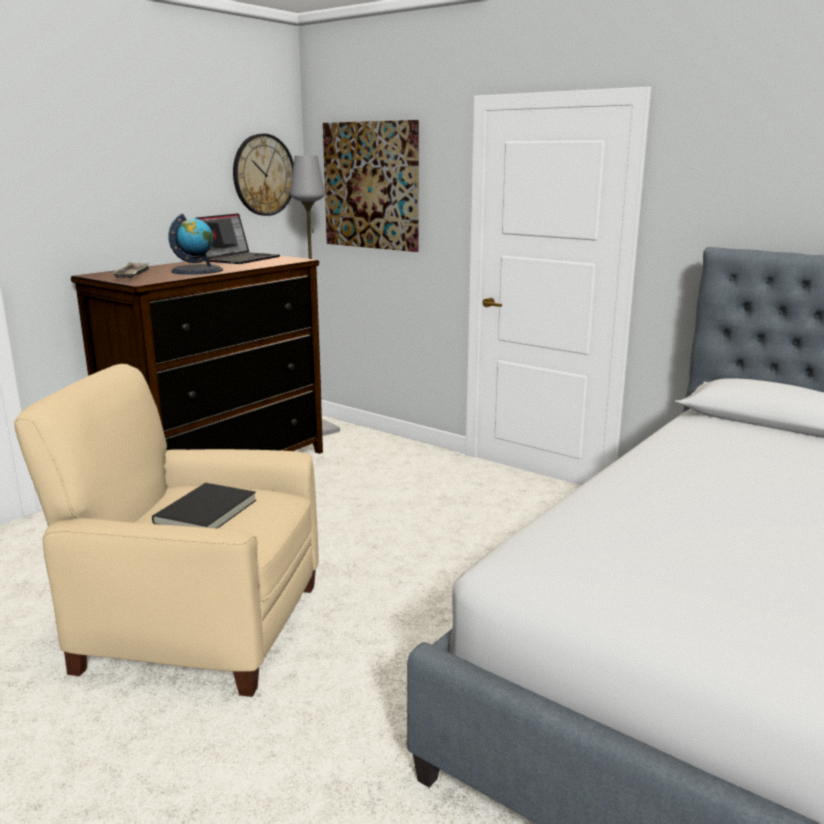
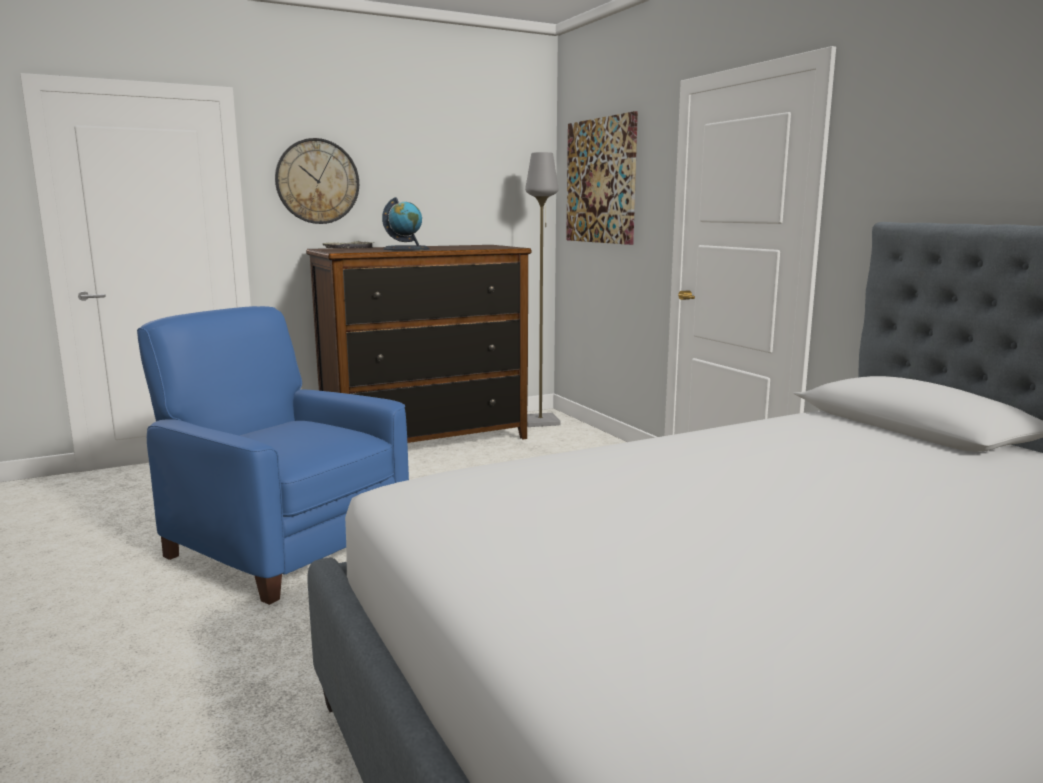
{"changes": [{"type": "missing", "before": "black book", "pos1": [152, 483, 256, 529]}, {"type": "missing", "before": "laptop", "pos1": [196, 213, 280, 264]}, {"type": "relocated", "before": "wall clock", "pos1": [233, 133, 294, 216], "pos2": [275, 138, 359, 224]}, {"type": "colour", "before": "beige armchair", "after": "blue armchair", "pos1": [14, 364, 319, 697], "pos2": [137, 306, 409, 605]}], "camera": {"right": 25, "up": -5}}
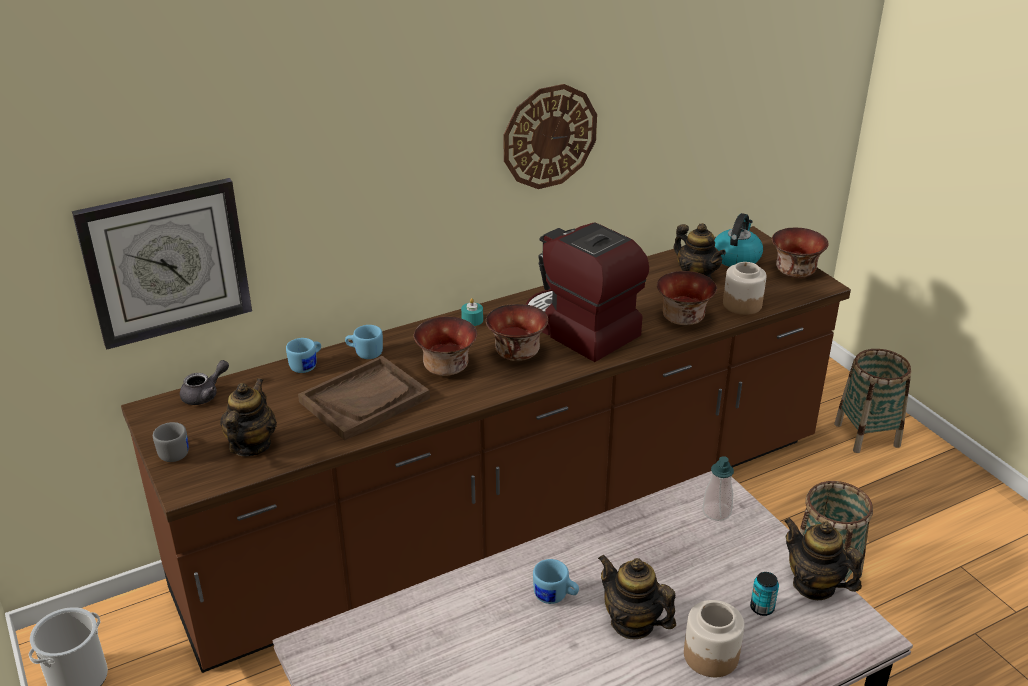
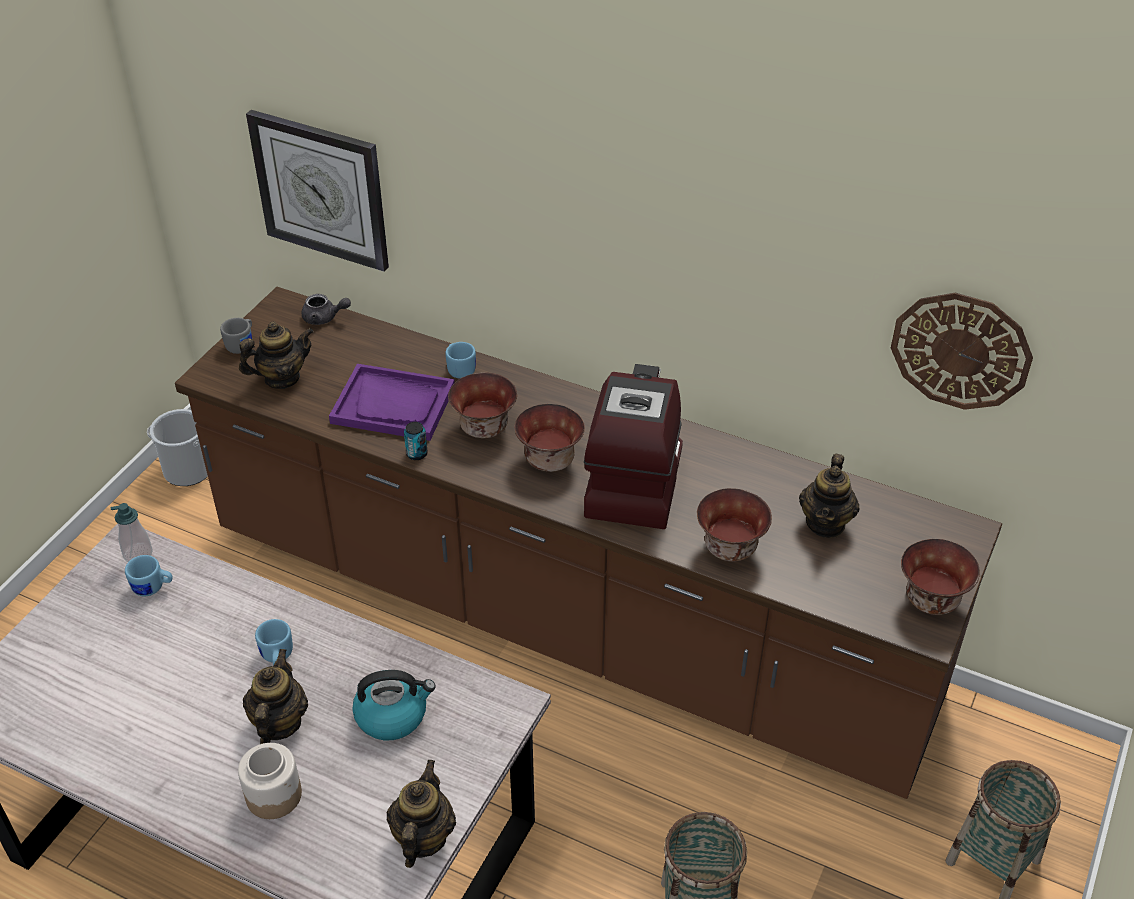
{"changes": [{"type": "missing", "before": "turquoise candle", "pos1": [461, 298, 483, 326]}, {"type": "missing", "before": "jar", "pos1": [723, 262, 766, 315]}, {"type": "relocated", "before": "blue mug", "pos1": [286, 338, 321, 373], "pos2": [125, 555, 173, 596]}, {"type": "relocated", "before": "wall clock", "pos1": [504, 84, 597, 189], "pos2": [891, 293, 1033, 410]}, {"type": "relocated", "before": "soap dispenser", "pos1": [702, 456, 734, 521], "pos2": [111, 503, 153, 562]}, {"type": "relocated", "before": "kettle", "pos1": [714, 213, 763, 267], "pos2": [352, 670, 436, 740]}, {"type": "relocated", "before": "can", "pos1": [750, 572, 779, 616], "pos2": [404, 422, 427, 460]}, {"type": "colour", "before": "brown tray", "after": "purple tray", "pos1": [298, 356, 430, 440], "pos2": [329, 364, 455, 441]}], "camera": {"right": 55, "up": 10}}
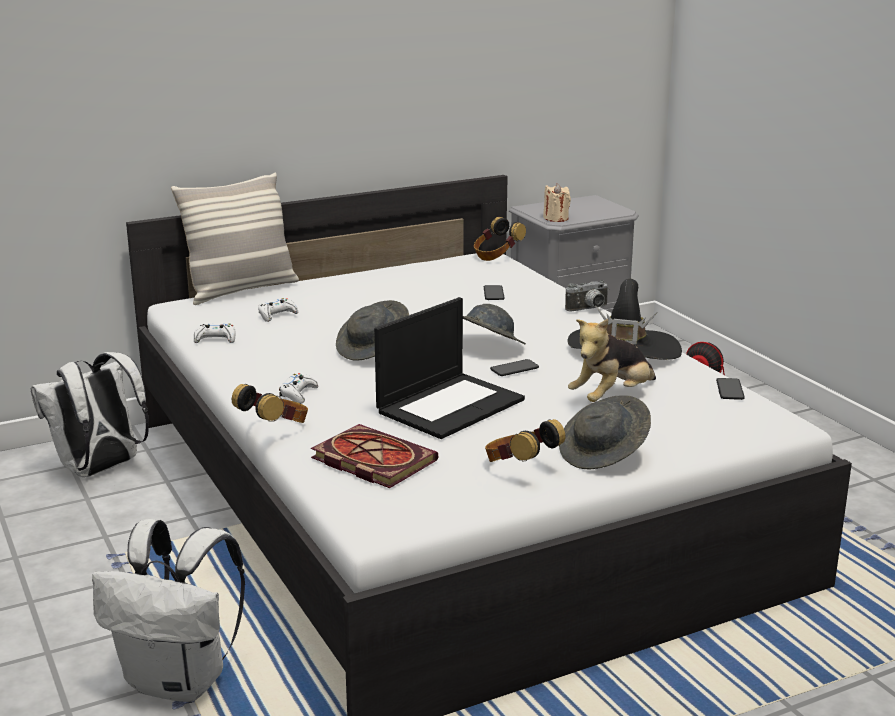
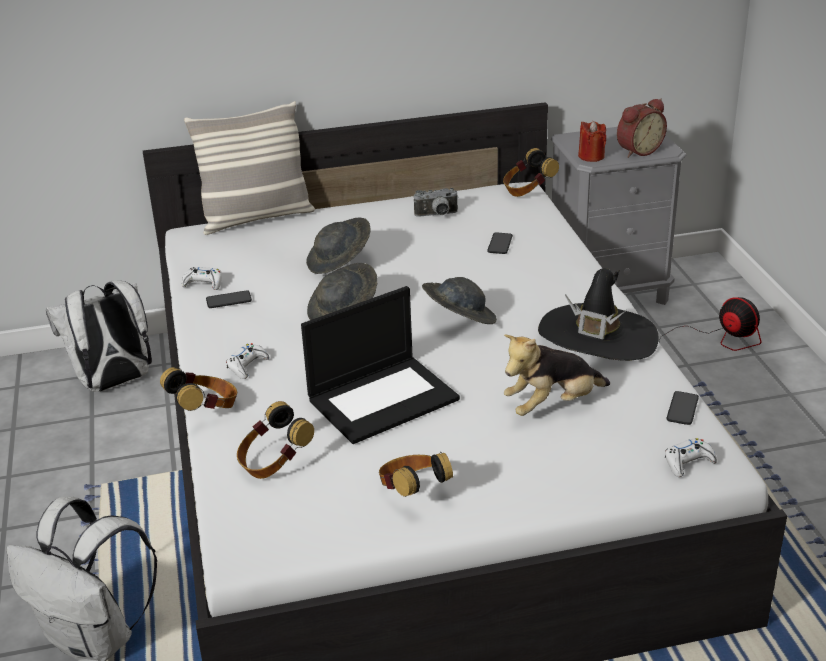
{"changes": [{"type": "appeared", "after": "alarm clock", "pos2": [617, 98, 667, 158]}, {"type": "relocated", "before": "white game controller", "pos1": [258, 298, 298, 322], "pos2": [665, 438, 717, 477]}, {"type": "relocated", "before": "phone", "pos1": [490, 359, 539, 376], "pos2": [206, 290, 252, 308]}, {"type": "relocated", "before": "grey hat", "pos1": [559, 395, 651, 469], "pos2": [306, 218, 370, 274]}, {"type": "relocated", "before": "photo camera", "pos1": [565, 280, 609, 311], "pos2": [414, 188, 459, 217]}, {"type": "exchanged", "before": "book", "after": "headphones", "pos1": [311, 424, 438, 488], "pos2": [237, 401, 314, 479]}, {"type": "colour", "before": "beige candle", "after": "red candle", "pos1": [543, 183, 571, 222], "pos2": [578, 121, 606, 162]}], "camera": {"right": 15, "up": 10}}
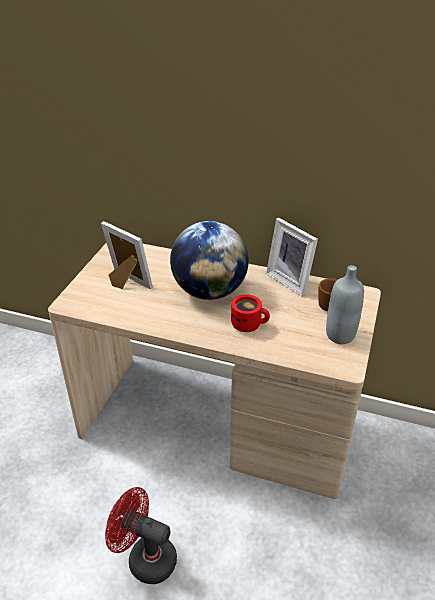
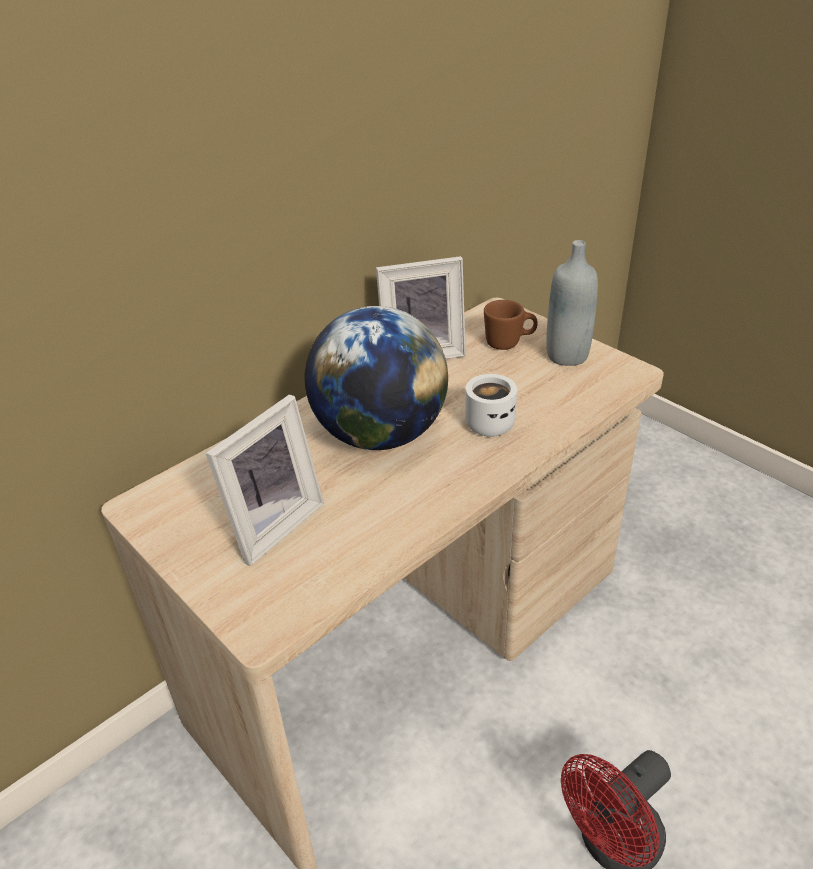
{"changes": [{"type": "colour", "before": "red mug", "after": "white mug", "pos1": [231, 294, 270, 332], "pos2": [465, 374, 517, 437]}, {"type": "spun", "before": "picture frame", "pos1": [101, 221, 153, 290], "pos2": [206, 394, 324, 566], "turn": 150}], "camera": {"right": -60, "up": 0}}
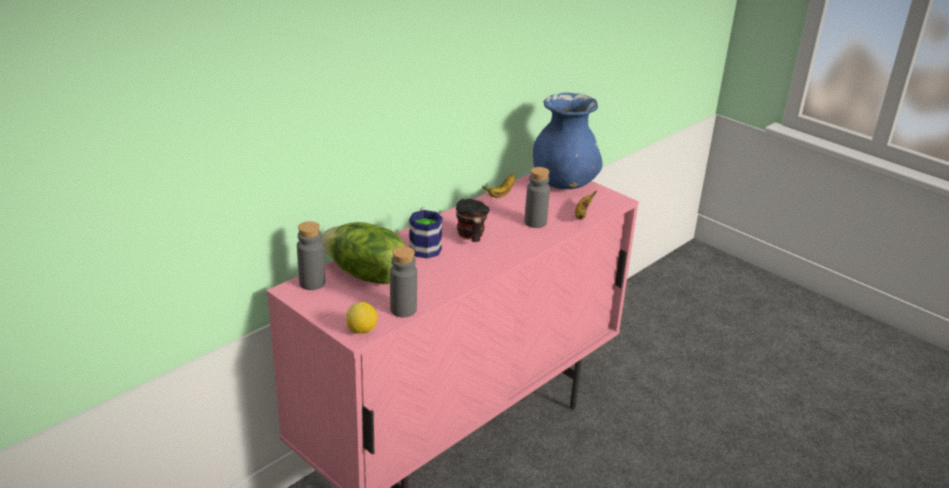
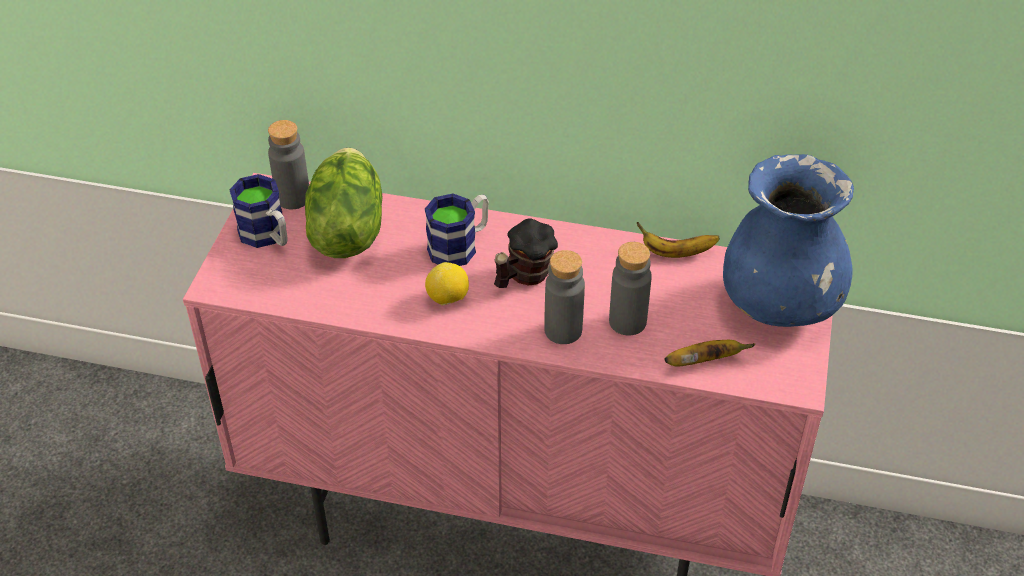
{"changes": [{"type": "appeared", "after": "mug", "pos2": [229, 174, 288, 248]}, {"type": "relocated", "before": "lemon", "pos1": [346, 302, 378, 333], "pos2": [425, 262, 469, 305]}, {"type": "relocated", "before": "grey bottle", "pos1": [390, 246, 417, 317], "pos2": [544, 250, 585, 344]}], "camera": {"right": 60, "up": 15}}
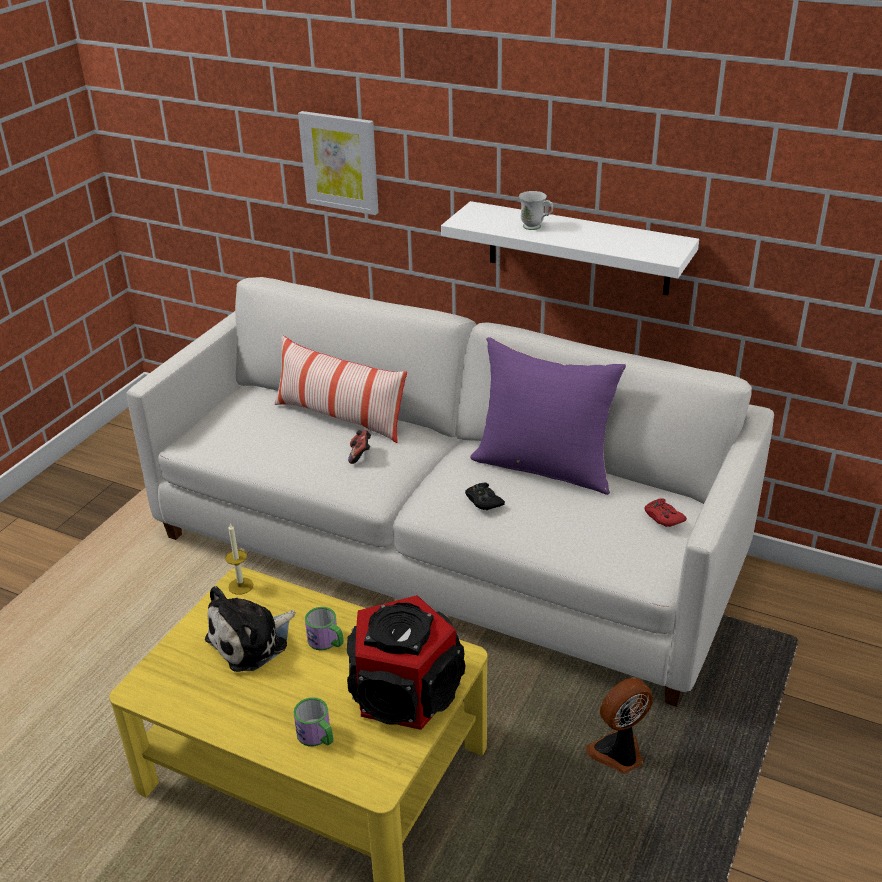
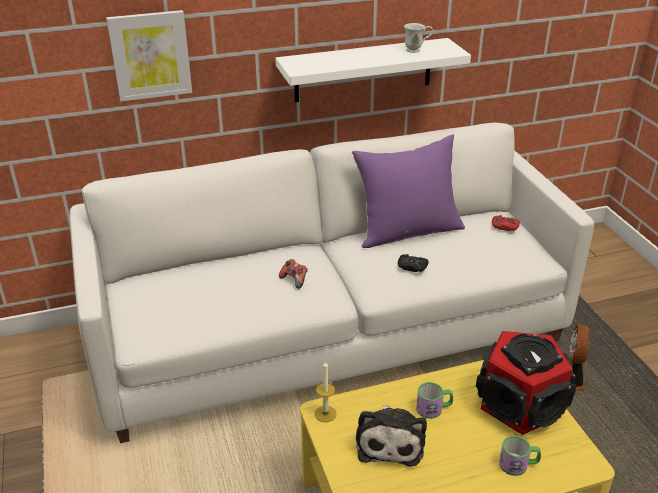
{"changes": [{"type": "missing", "before": "pillow", "pos1": [274, 335, 407, 443]}, {"type": "relocated", "before": "white mug", "pos1": [519, 191, 553, 230], "pos2": [404, 23, 433, 53]}], "camera": {"right": -45, "up": 0}}
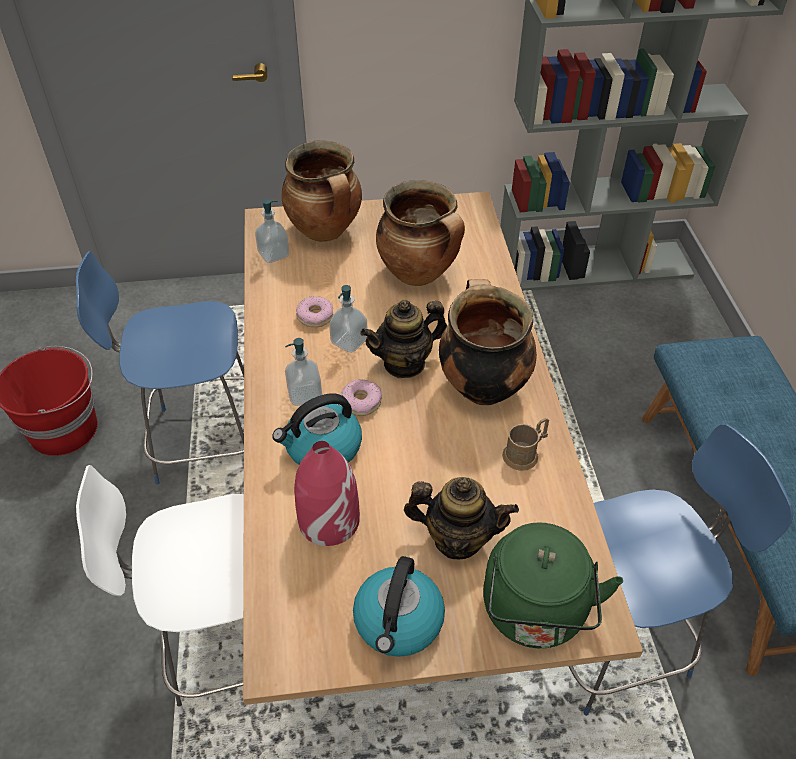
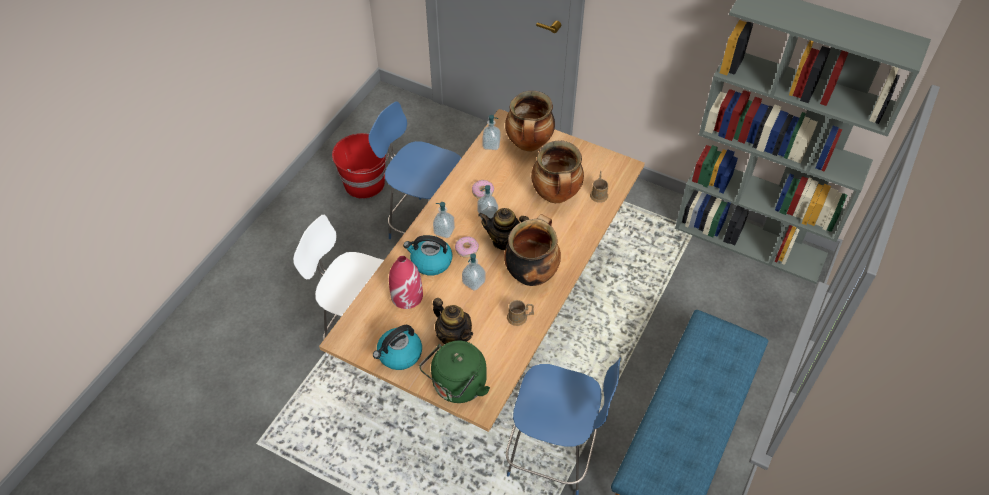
{"changes": [{"type": "appeared", "after": "soap dispenser", "pos2": [462, 253, 486, 291]}, {"type": "appeared", "after": "brown mug", "pos2": [590, 171, 608, 203]}], "camera": {"right": 35, "up": 5}}
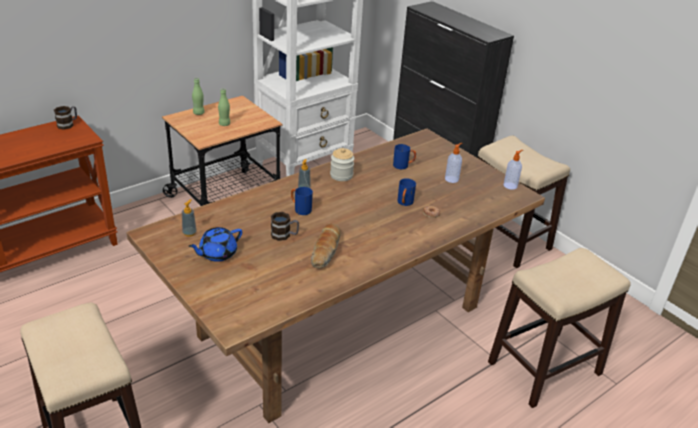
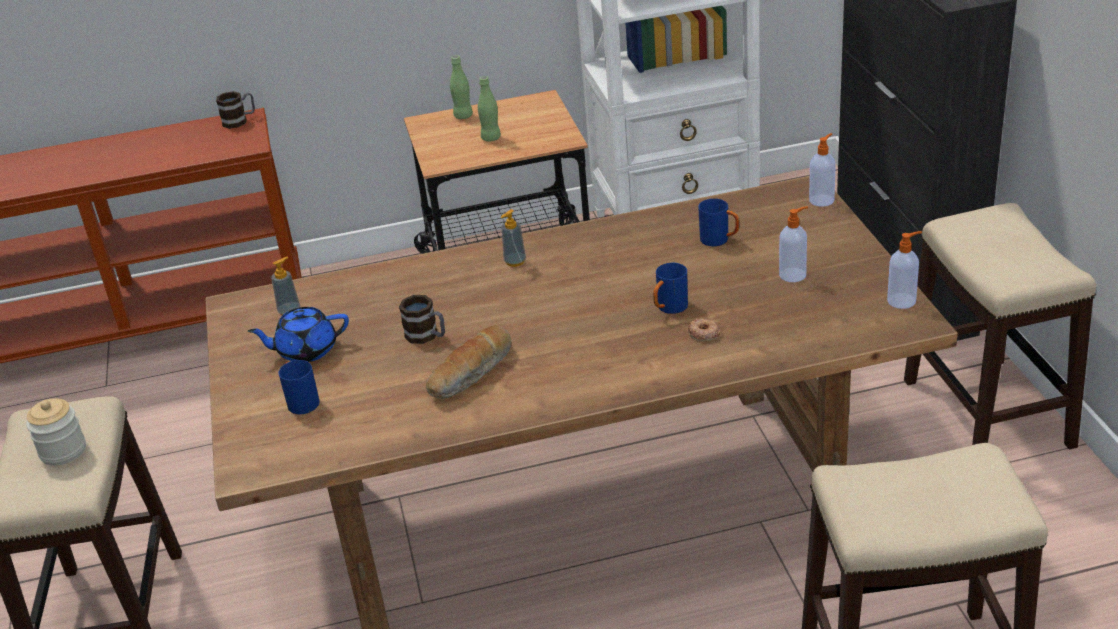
{"changes": [{"type": "appeared", "after": "soap dispenser", "pos2": [809, 133, 836, 206]}, {"type": "relocated", "before": "blue mug", "pos1": [291, 187, 313, 215], "pos2": [278, 360, 320, 415]}, {"type": "relocated", "before": "jar", "pos1": [330, 148, 354, 181], "pos2": [26, 399, 86, 466]}], "camera": {"right": 30, "up": 0}}
